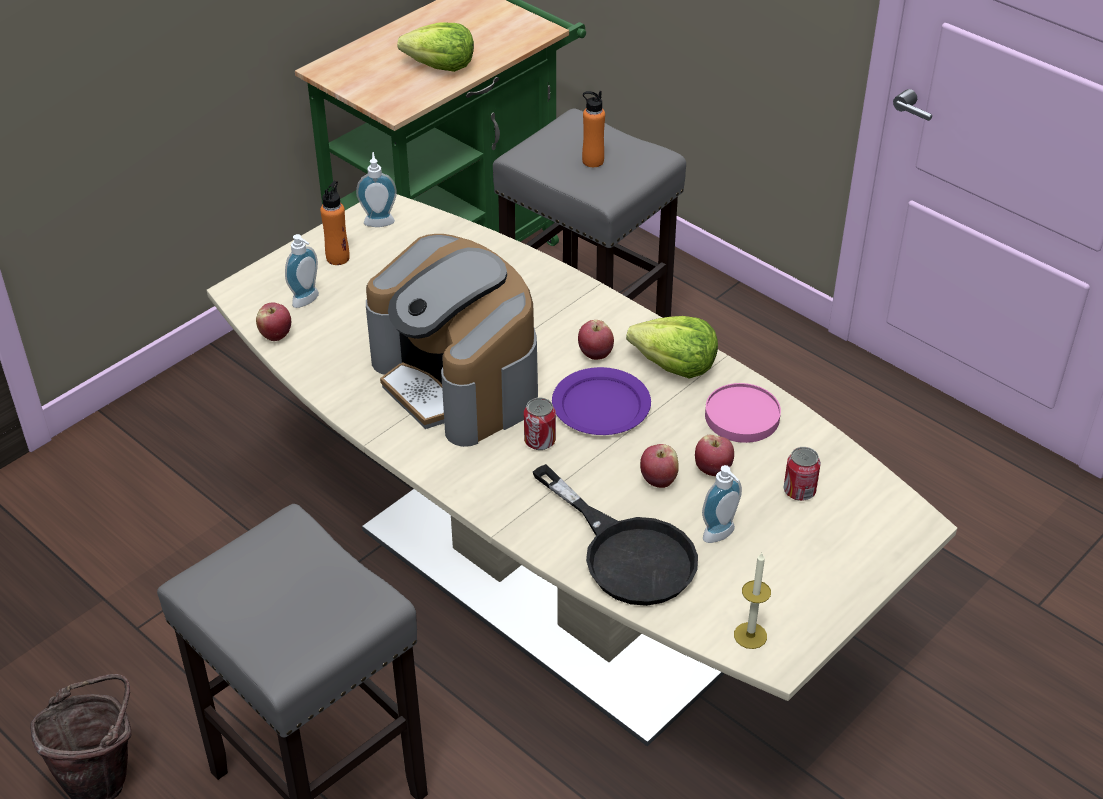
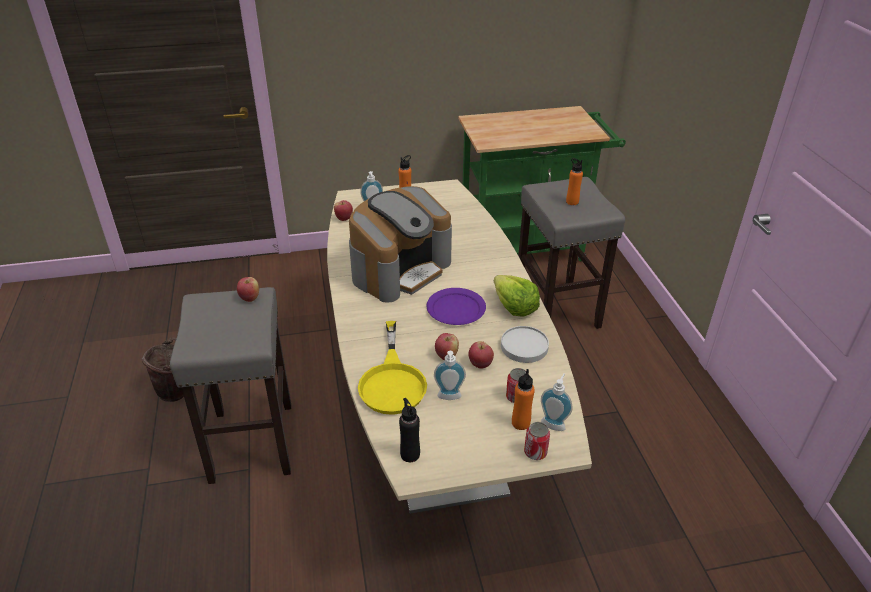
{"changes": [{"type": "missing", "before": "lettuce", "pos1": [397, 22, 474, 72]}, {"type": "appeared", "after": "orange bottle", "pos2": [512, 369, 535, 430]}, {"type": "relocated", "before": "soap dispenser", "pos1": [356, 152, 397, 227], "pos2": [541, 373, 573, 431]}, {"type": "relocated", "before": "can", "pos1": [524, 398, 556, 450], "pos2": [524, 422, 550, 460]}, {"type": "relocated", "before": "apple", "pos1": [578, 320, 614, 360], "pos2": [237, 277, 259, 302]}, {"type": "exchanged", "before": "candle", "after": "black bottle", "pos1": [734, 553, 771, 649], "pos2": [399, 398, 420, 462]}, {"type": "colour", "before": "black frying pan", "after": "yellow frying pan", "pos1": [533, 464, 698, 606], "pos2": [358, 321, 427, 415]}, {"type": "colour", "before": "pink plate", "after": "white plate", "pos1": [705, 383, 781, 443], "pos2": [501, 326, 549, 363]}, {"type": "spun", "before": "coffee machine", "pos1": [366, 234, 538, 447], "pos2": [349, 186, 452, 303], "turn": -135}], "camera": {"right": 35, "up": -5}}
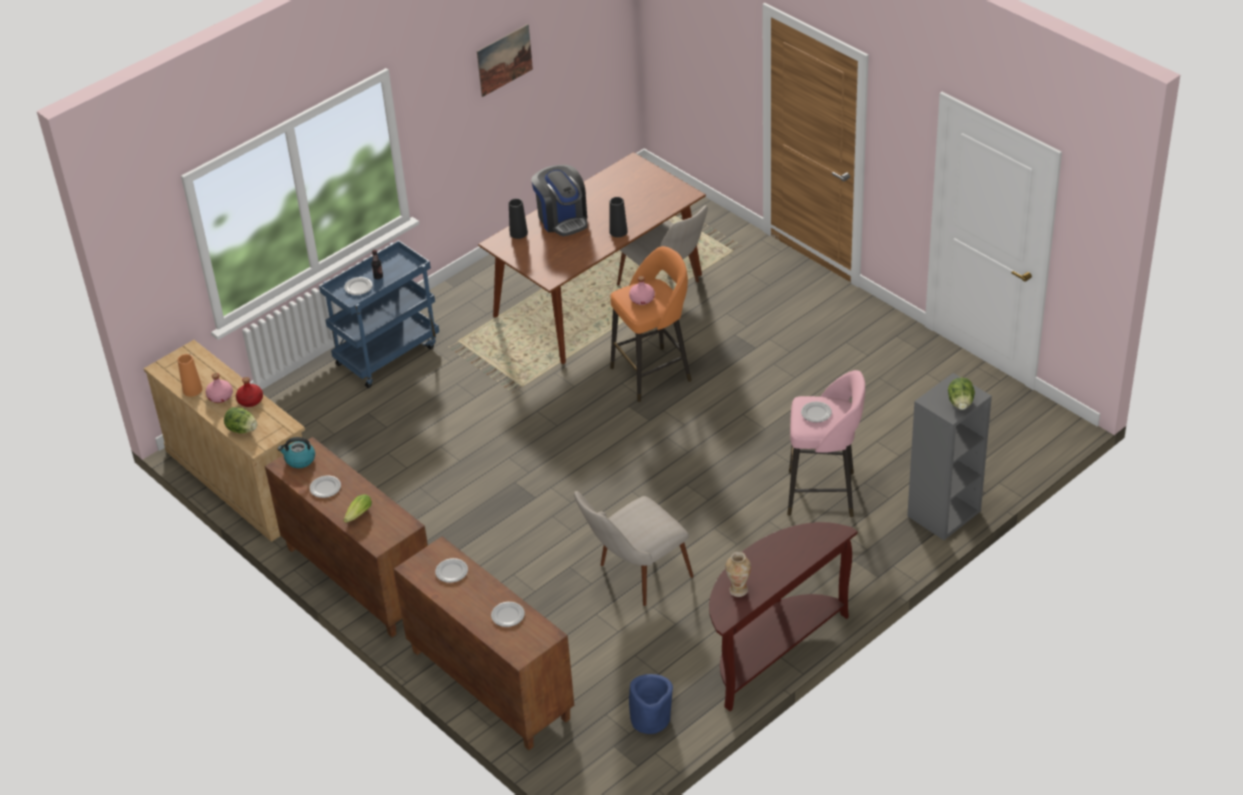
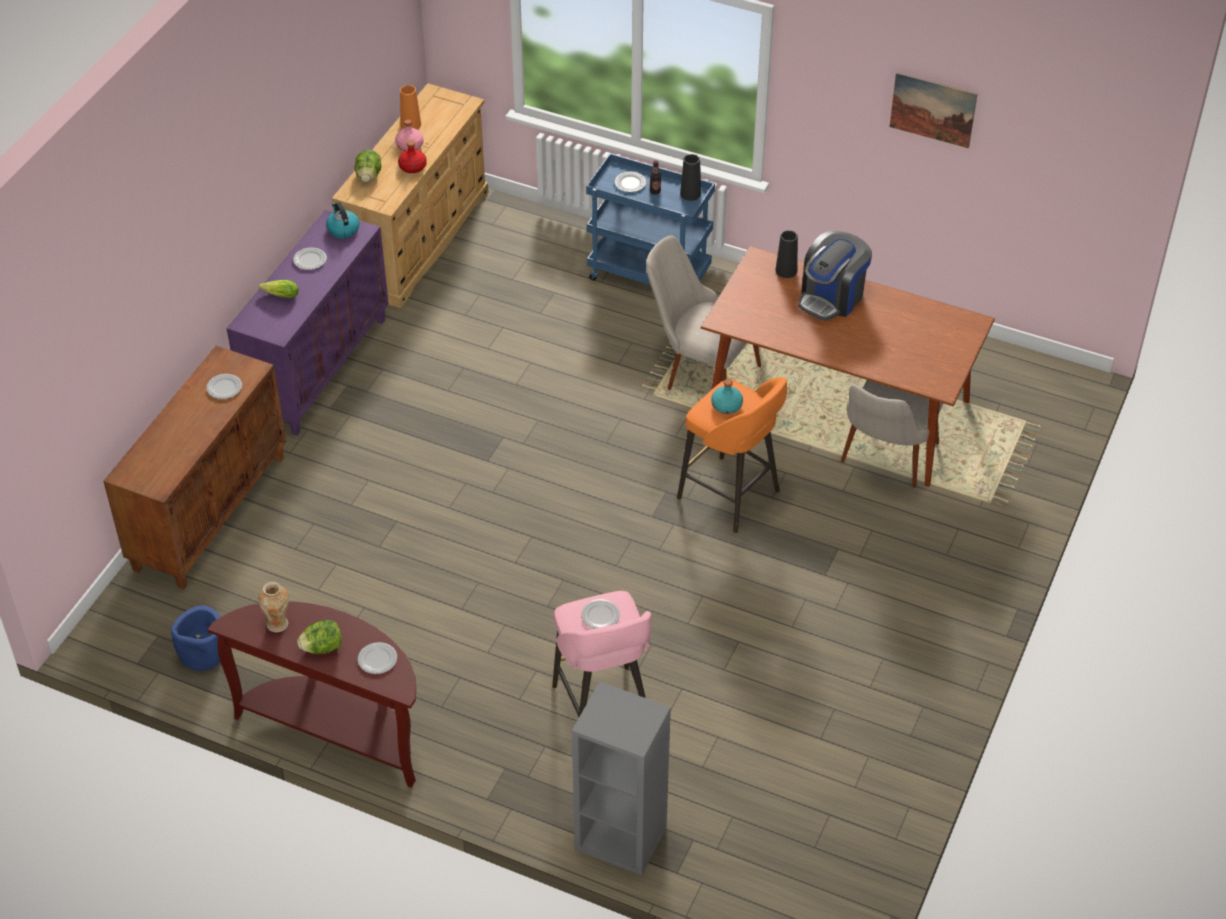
{"changes": [{"type": "relocated", "before": "plate", "pos1": [491, 602, 525, 627], "pos2": [358, 642, 397, 674]}, {"type": "relocated", "before": "beige chair", "pos1": [574, 491, 694, 606], "pos2": [646, 236, 761, 390]}, {"type": "relocated", "before": "black vase", "pos1": [609, 197, 628, 237], "pos2": [680, 154, 701, 201]}, {"type": "relocated", "before": "lettuce", "pos1": [948, 378, 975, 410], "pos2": [297, 620, 342, 654]}, {"type": "colour", "before": "brown cabinet", "after": "purple cabinet", "pos1": [265, 437, 428, 637], "pos2": [227, 210, 389, 436]}, {"type": "colour", "before": "pink bottle", "after": "turquoise bottle", "pos1": [629, 276, 655, 305], "pos2": [711, 379, 743, 414]}], "camera": {"right": 65, "up": 5}}
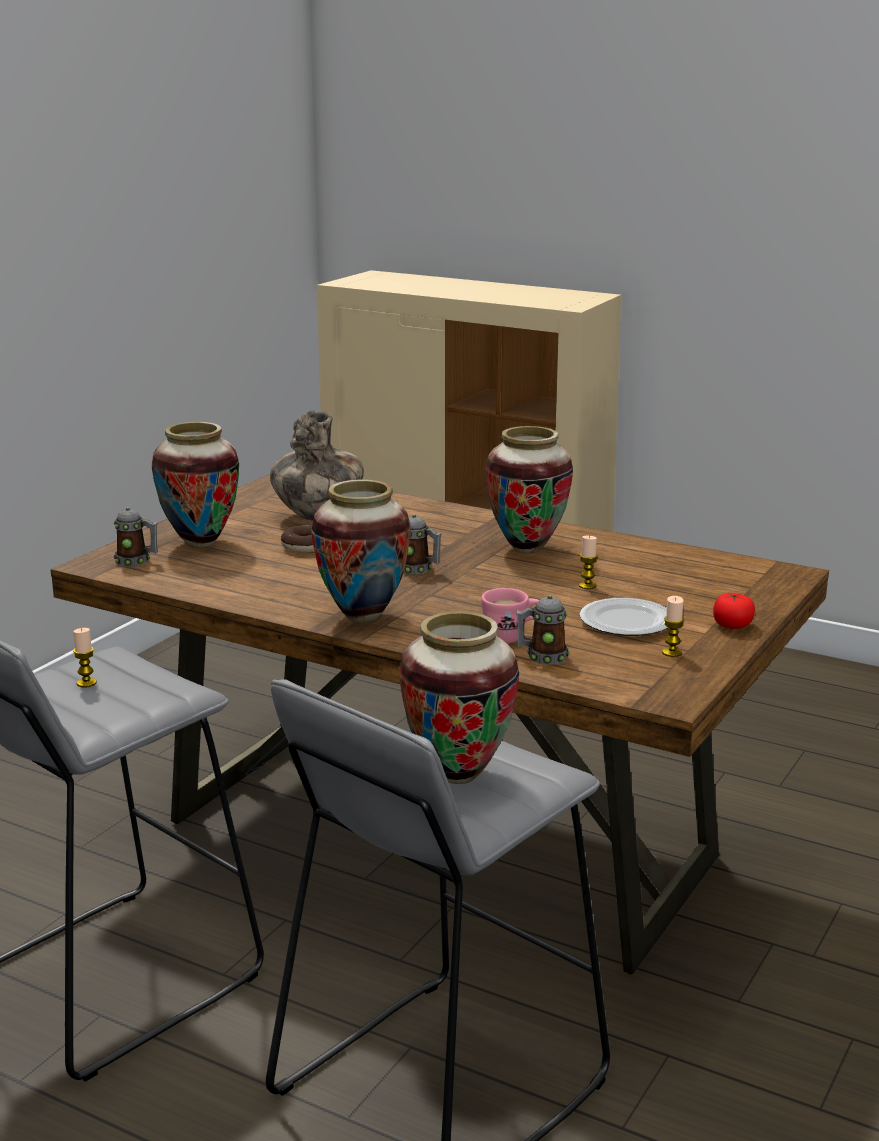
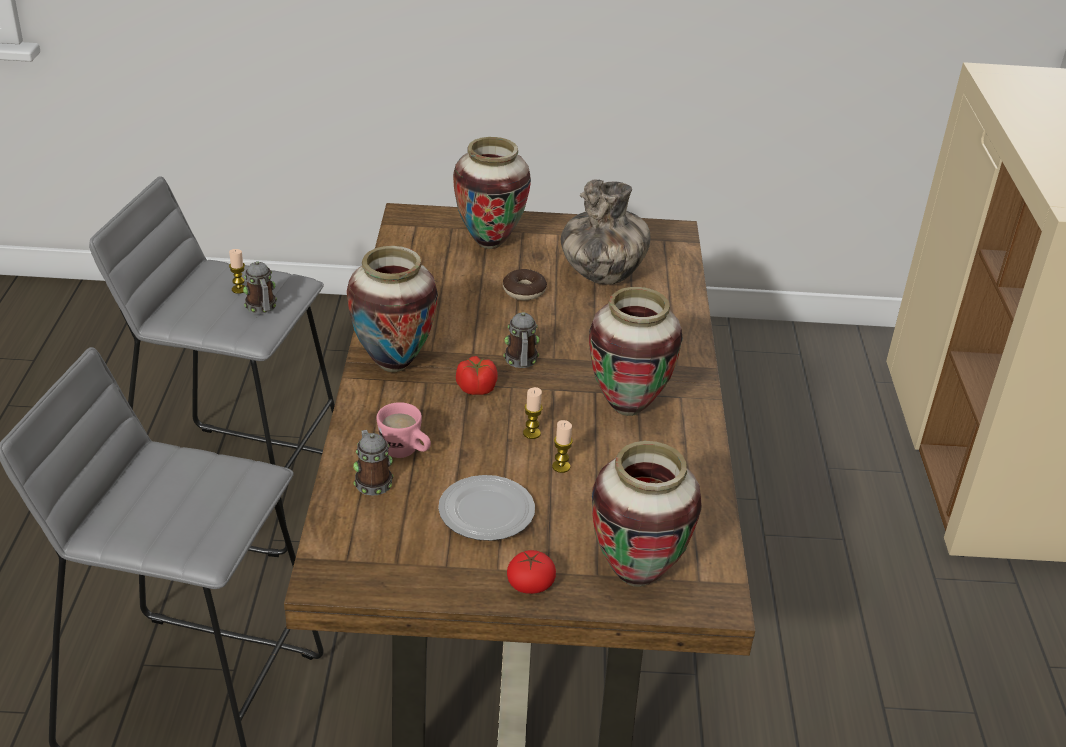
{"changes": [{"type": "appeared", "after": "tomato", "pos2": [456, 356, 498, 395]}, {"type": "relocated", "before": "mug", "pos1": [113, 507, 158, 567], "pos2": [243, 261, 277, 314]}, {"type": "relocated", "before": "vase", "pos1": [399, 611, 519, 784], "pos2": [592, 441, 702, 587]}, {"type": "relocated", "before": "candle", "pos1": [662, 596, 684, 657], "pos2": [523, 387, 543, 439]}], "camera": {"right": 60, "up": 15}}
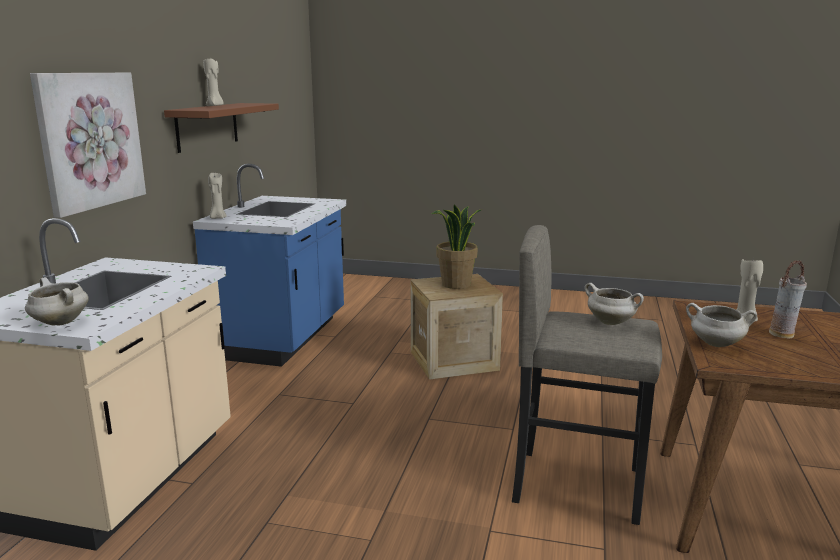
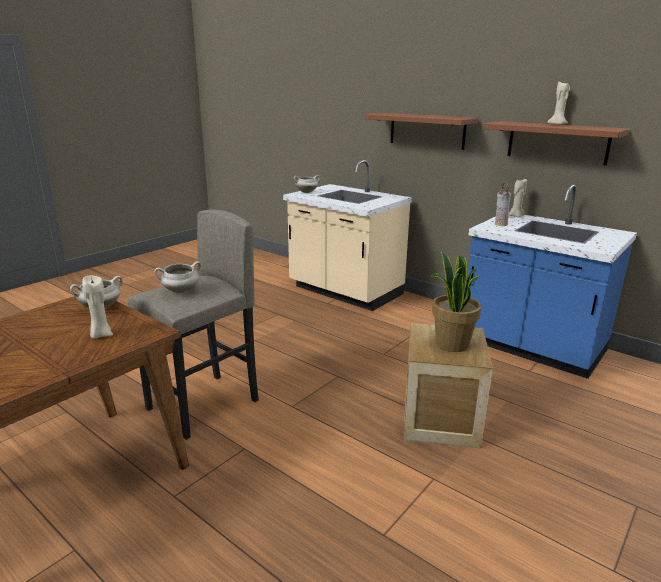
{"changes": [{"type": "relocated", "before": "vase", "pos1": [769, 260, 807, 338], "pos2": [495, 181, 511, 226]}, {"type": "exchanged", "before": "picture", "after": "brown shelf", "pos1": [30, 73, 146, 218], "pos2": [365, 113, 479, 150]}], "camera": {"right": 115, "up": 5}}
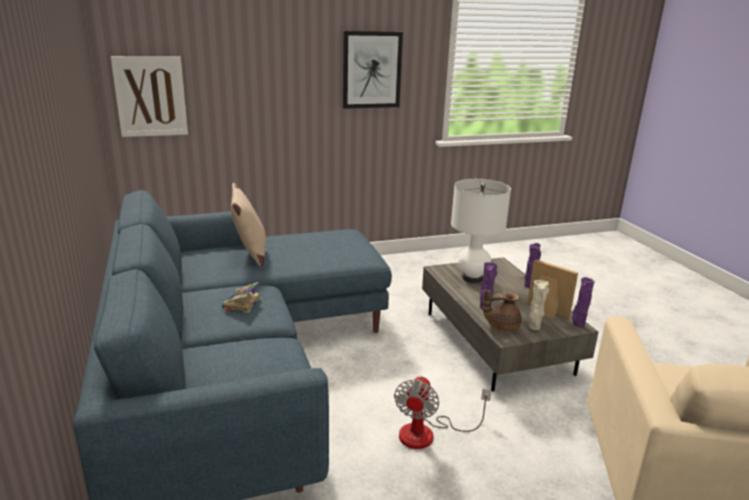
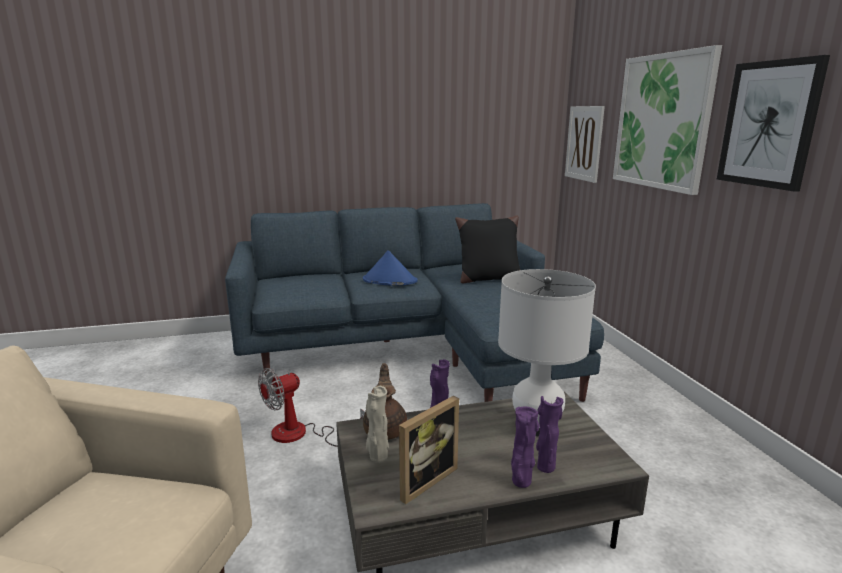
{"changes": [{"type": "appeared", "after": "picture", "pos2": [613, 45, 722, 195]}, {"type": "relocated", "before": "purple vase", "pos1": [572, 277, 595, 327], "pos2": [536, 396, 564, 473]}, {"type": "exchanged", "before": "book", "after": "blue hat", "pos1": [222, 282, 262, 314], "pos2": [363, 250, 418, 286]}, {"type": "colour", "before": "beige pillow", "after": "black pillow", "pos1": [231, 183, 266, 267], "pos2": [455, 215, 520, 283]}, {"type": "spun", "before": "fan", "pos1": [394, 376, 491, 449], "pos2": [258, 368, 365, 447], "turn": -60}], "camera": {"right": 95, "up": -5}}
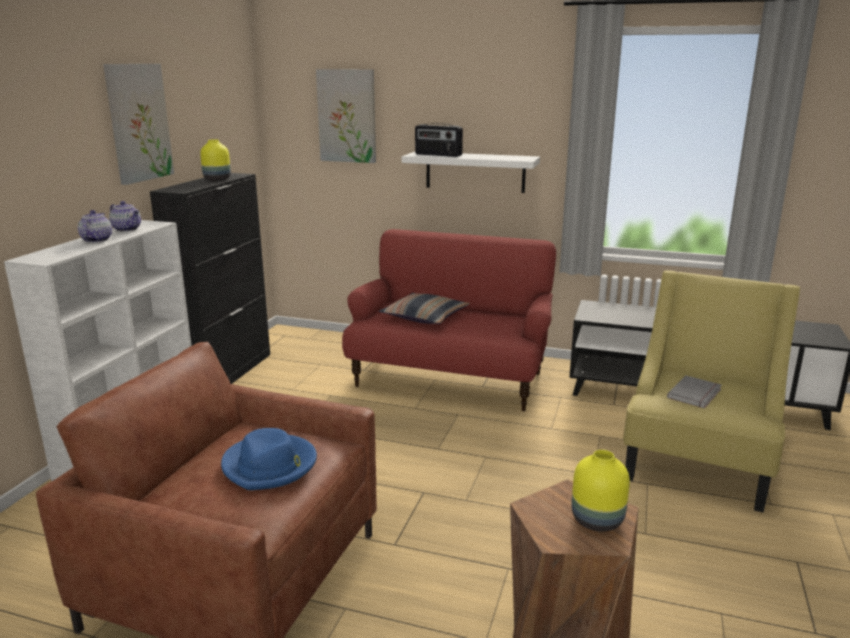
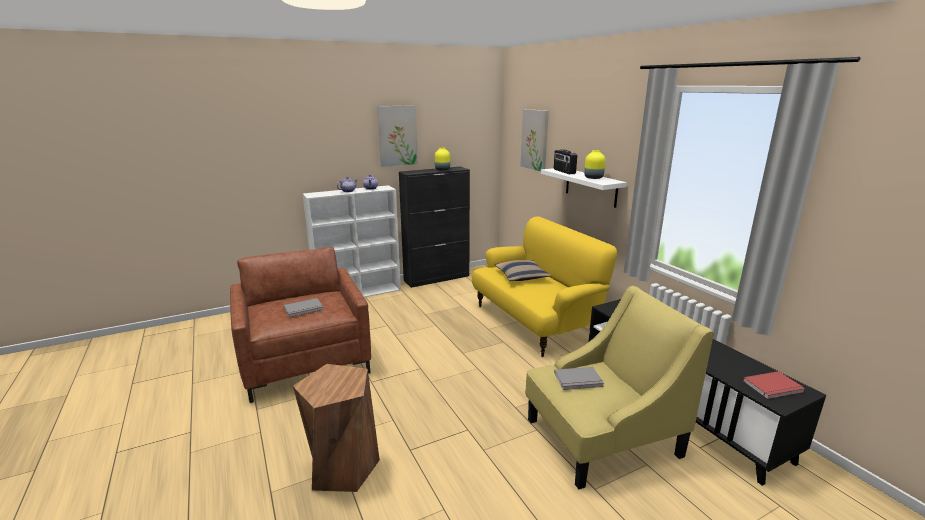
{"changes": [{"type": "appeared", "after": "red book", "pos2": [743, 371, 805, 399]}, {"type": "relocated", "before": "yellow vase", "pos1": [572, 450, 630, 532], "pos2": [584, 150, 605, 179]}, {"type": "exchanged", "before": "blue hat", "after": "grey book", "pos1": [221, 428, 317, 490], "pos2": [284, 298, 324, 317]}, {"type": "colour", "before": "red sofa", "after": "yellow sofa", "pos1": [342, 229, 556, 411], "pos2": [472, 216, 617, 357]}], "camera": {"right": 45, "up": 0}}
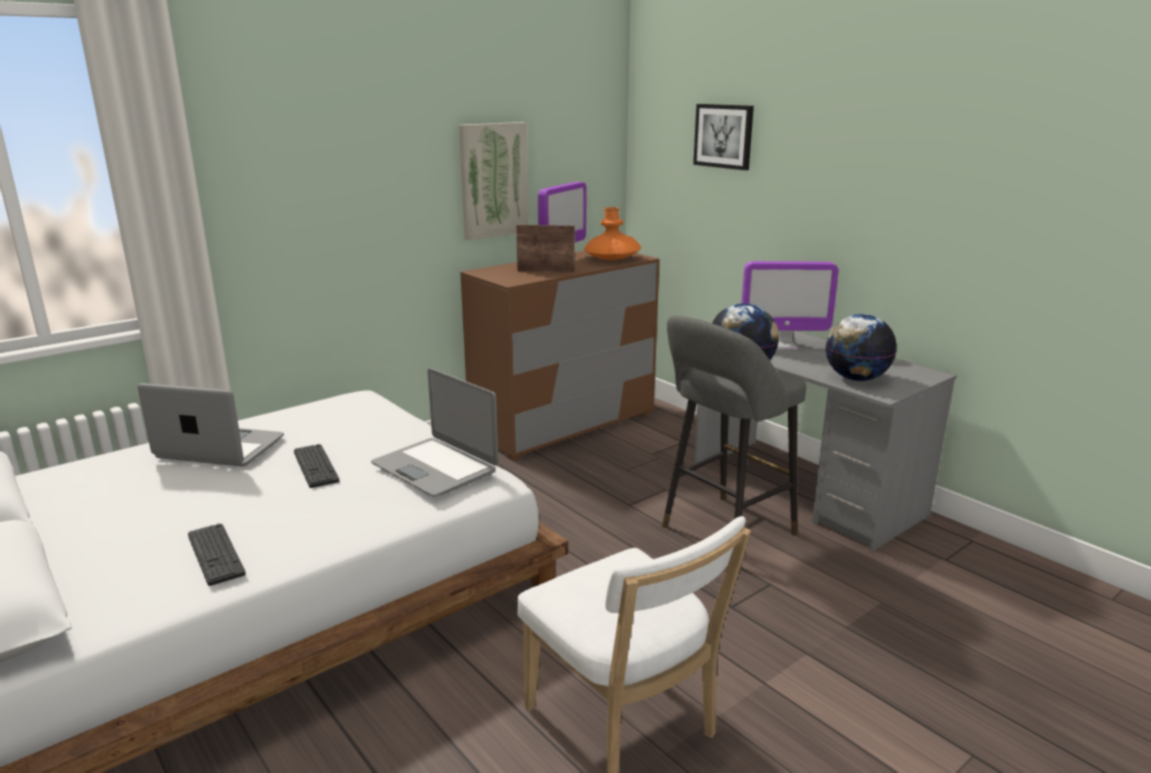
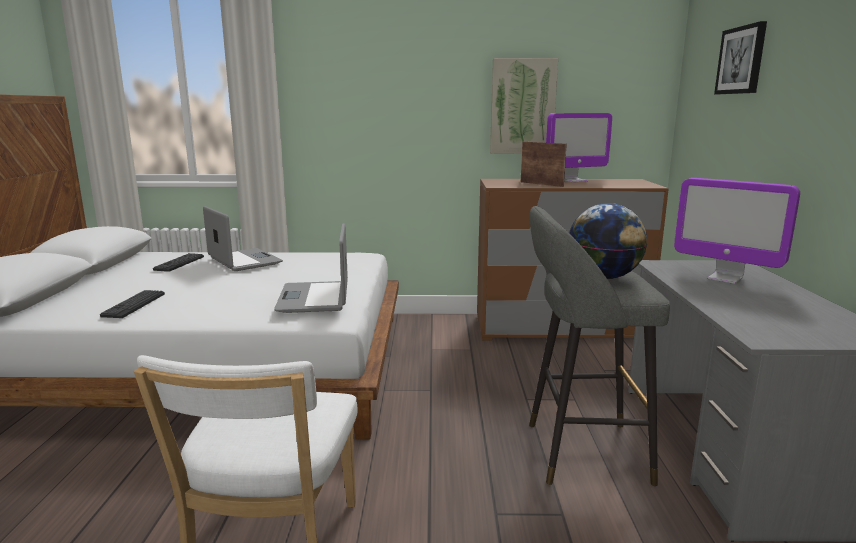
{"changes": [{"type": "missing", "before": "orange vase", "pos1": [584, 207, 641, 260]}, {"type": "missing", "before": "globe", "pos1": [826, 314, 897, 381]}, {"type": "relocated", "before": "keyboard", "pos1": [294, 444, 339, 488], "pos2": [153, 253, 204, 272]}], "camera": {"right": 40, "up": -5}}
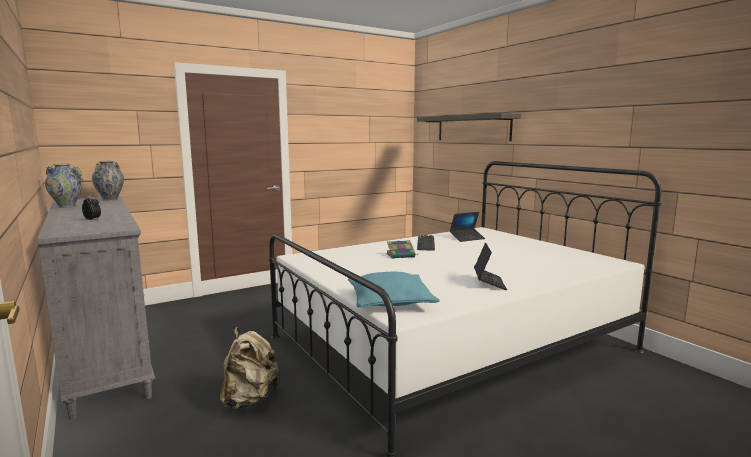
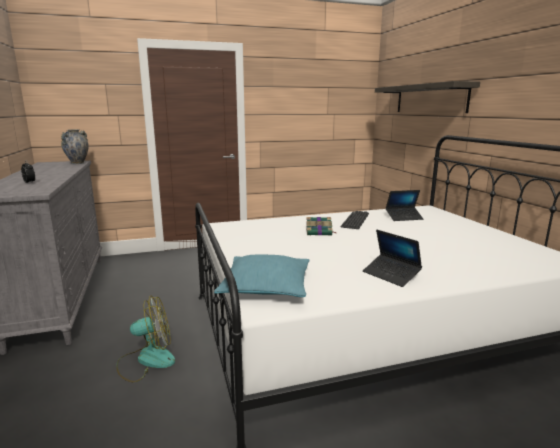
{"changes": [{"type": "missing", "before": "vase", "pos1": [45, 164, 83, 208]}, {"type": "exchanged", "before": "beige backpack", "after": "fan", "pos1": [220, 327, 280, 410], "pos2": [116, 295, 175, 383]}, {"type": "spun", "before": "laptop", "pos1": [474, 242, 507, 290], "pos2": [363, 230, 422, 287], "turn": 120}], "camera": {"right": 15, "up": 5}}
